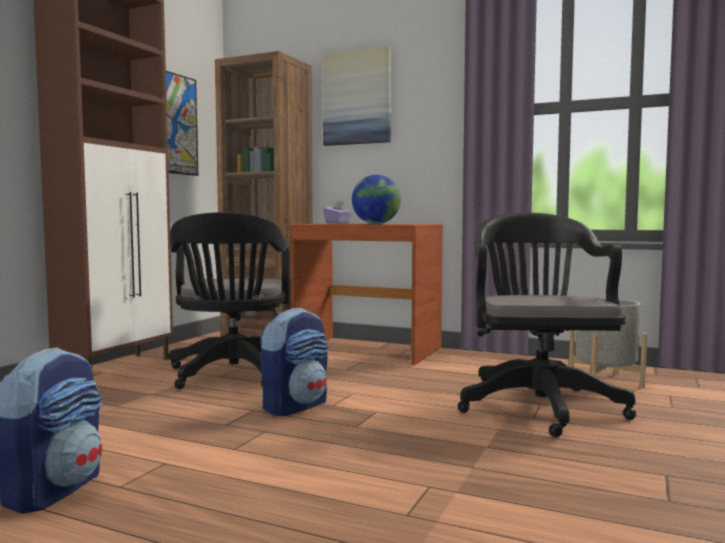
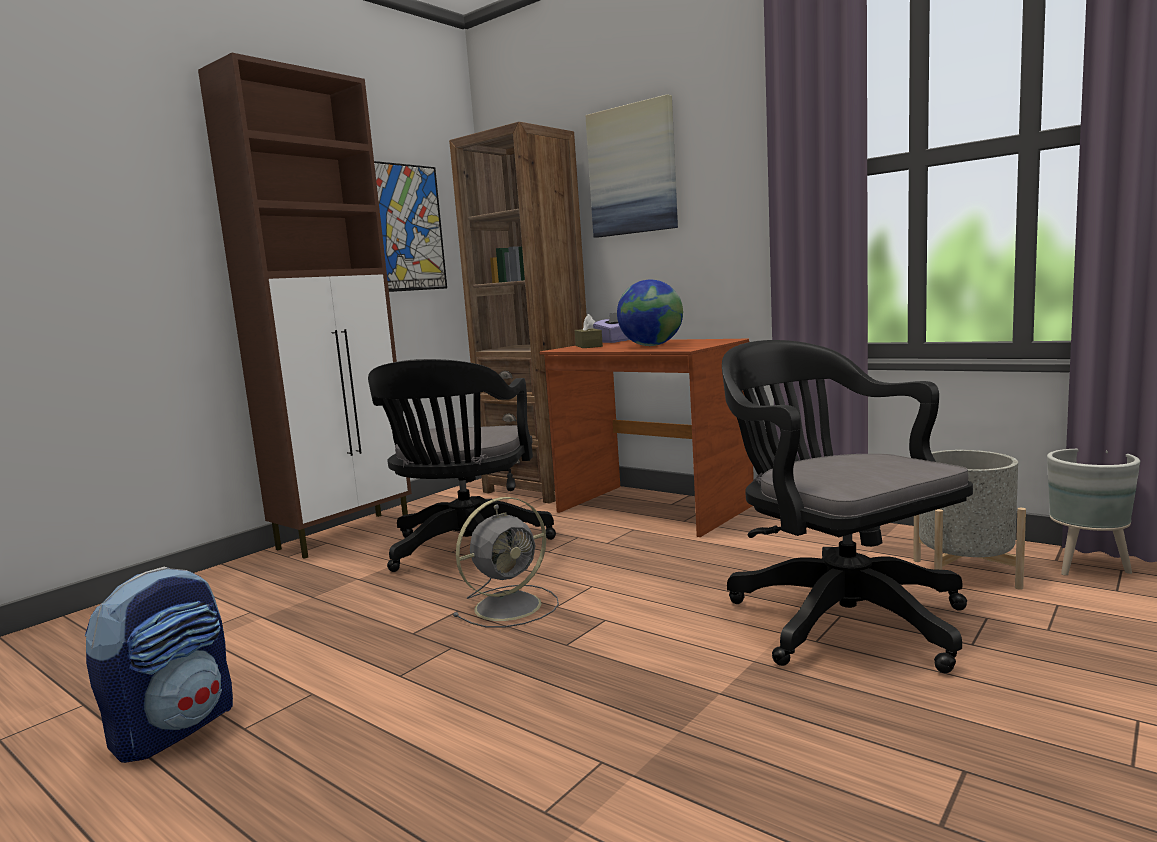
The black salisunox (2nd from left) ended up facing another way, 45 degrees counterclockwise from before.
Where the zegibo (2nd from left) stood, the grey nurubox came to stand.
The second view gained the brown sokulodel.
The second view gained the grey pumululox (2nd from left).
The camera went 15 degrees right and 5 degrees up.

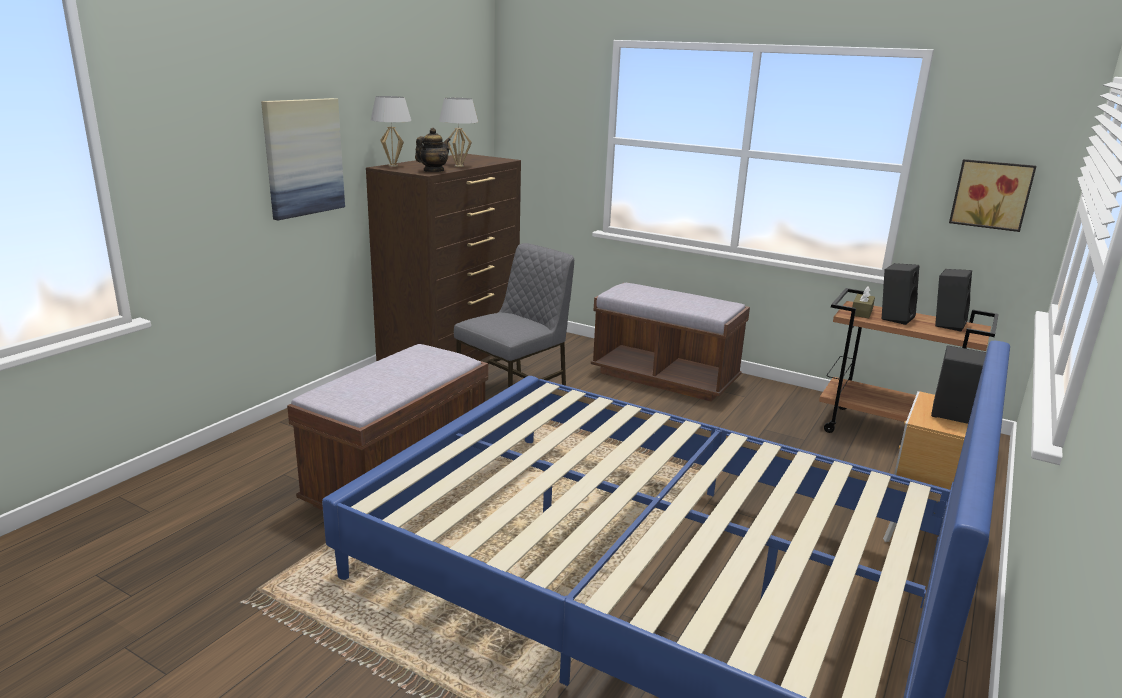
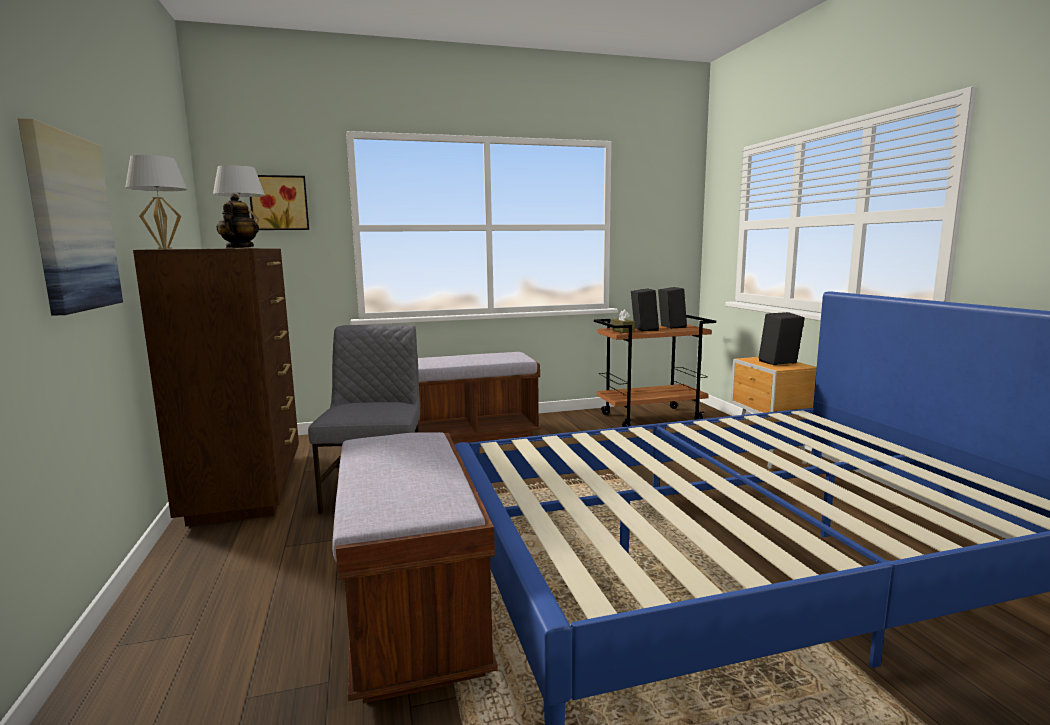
The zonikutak (2nd from left) ended up elsewhere.
The camera went 45 degrees left and 10 degrees down.

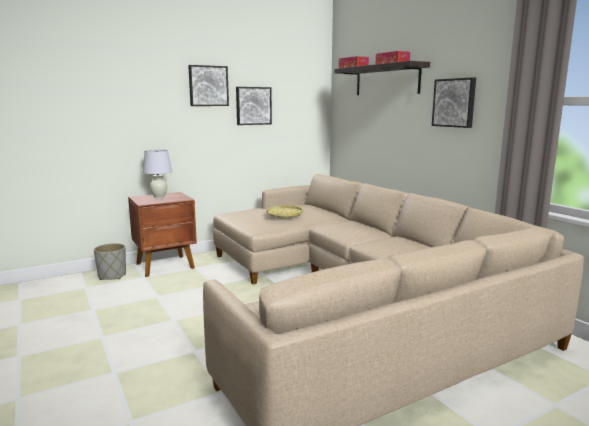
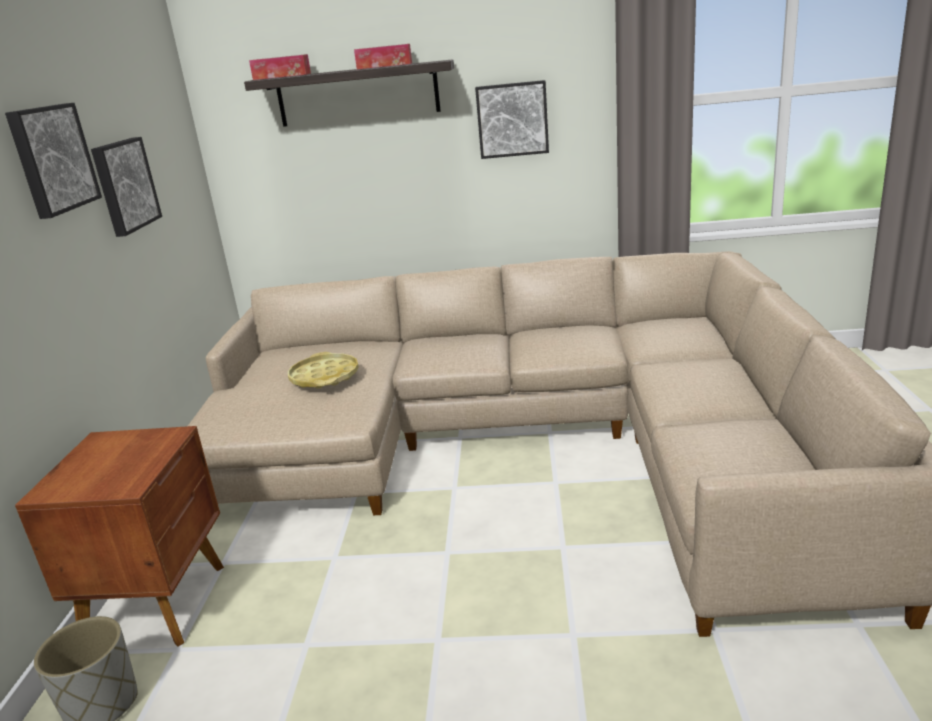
The second view lost the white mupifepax.
The camera went 55 degrees left and 10 degrees up.

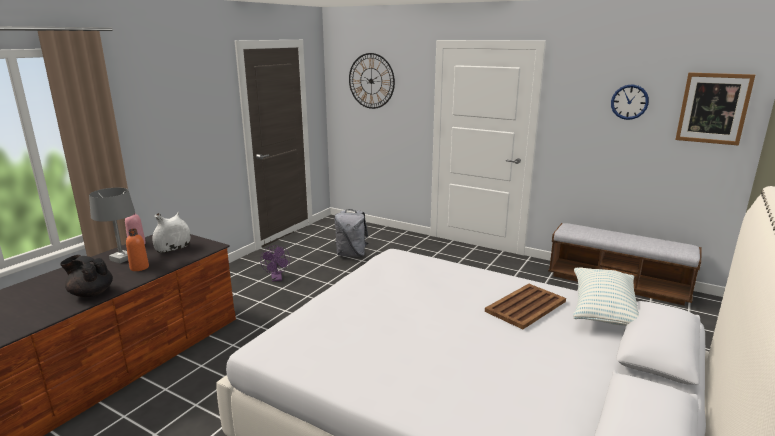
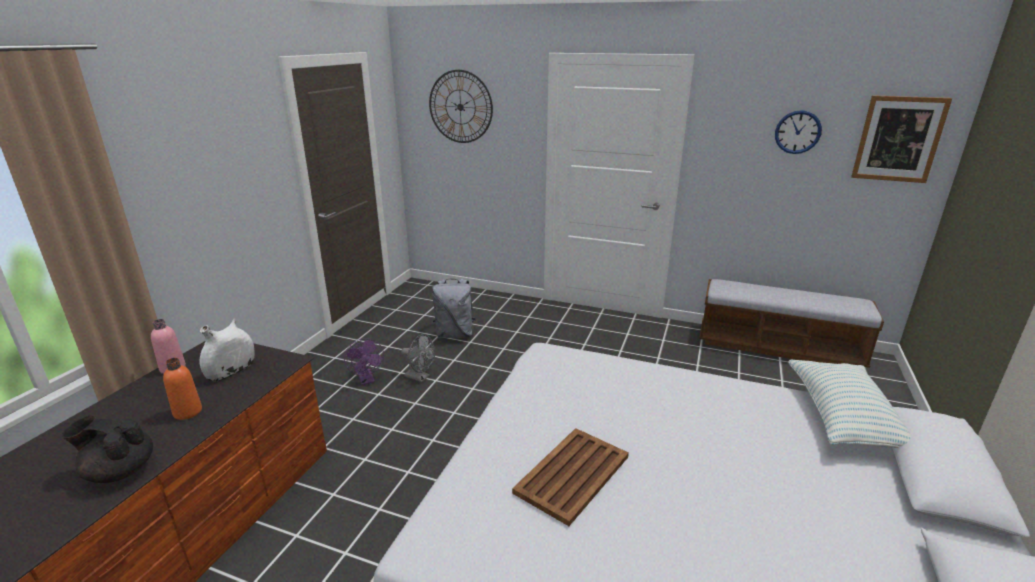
The second view lost the grey mupifepax.
The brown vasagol ended up elsewhere.
The second view gained the grey nurubox.
The camera went 10 degrees left and 5 degrees up.

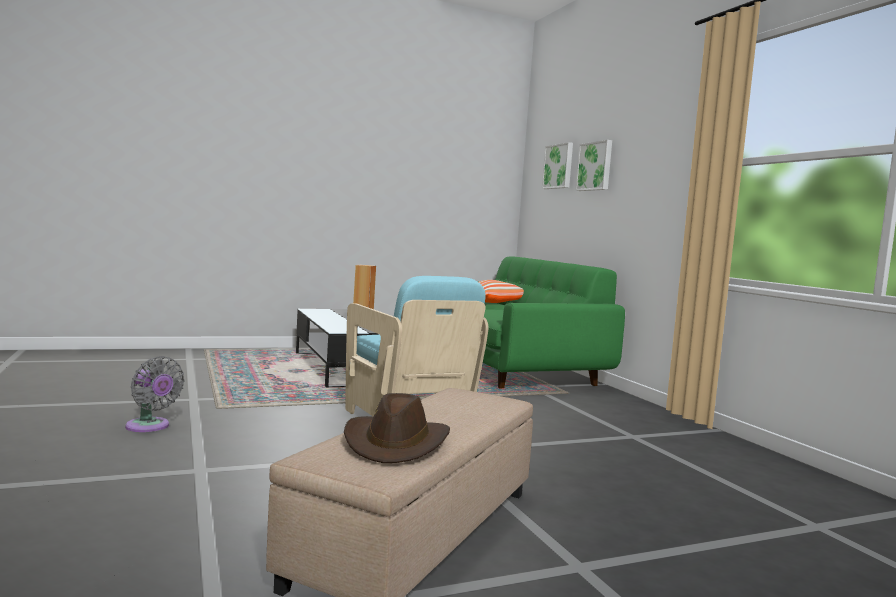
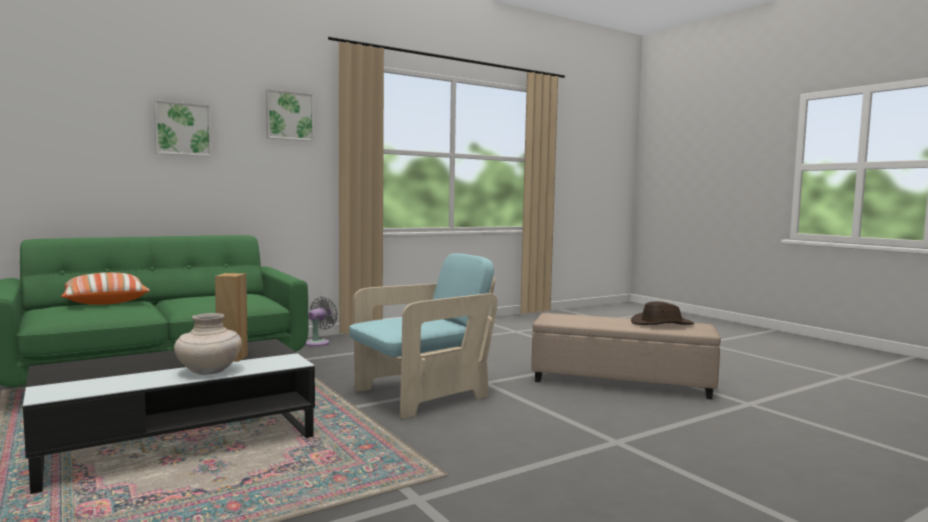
The zonikutak (1st from left in the first image) ended up elsewhere.
The grey nurubox ended up elsewhere.
The second view gained the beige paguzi.
The camera went 100 degrees left and 0 degrees up.

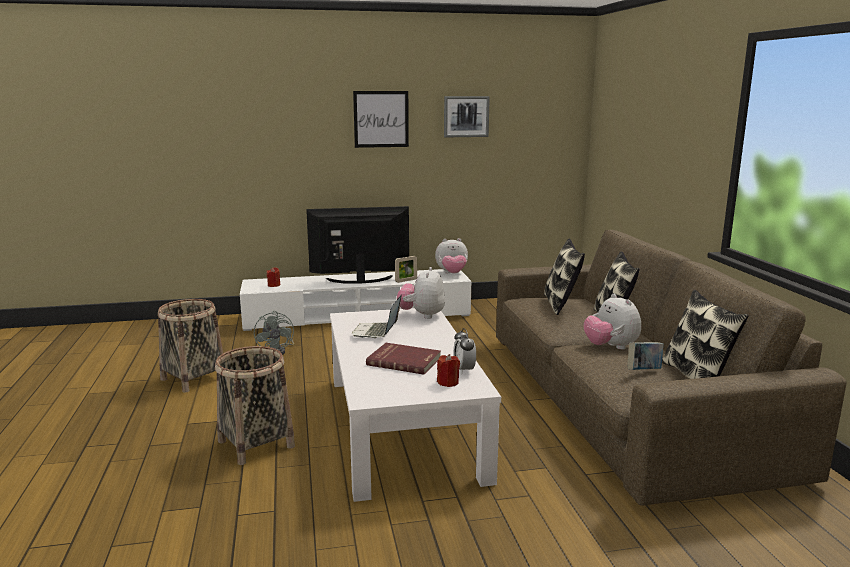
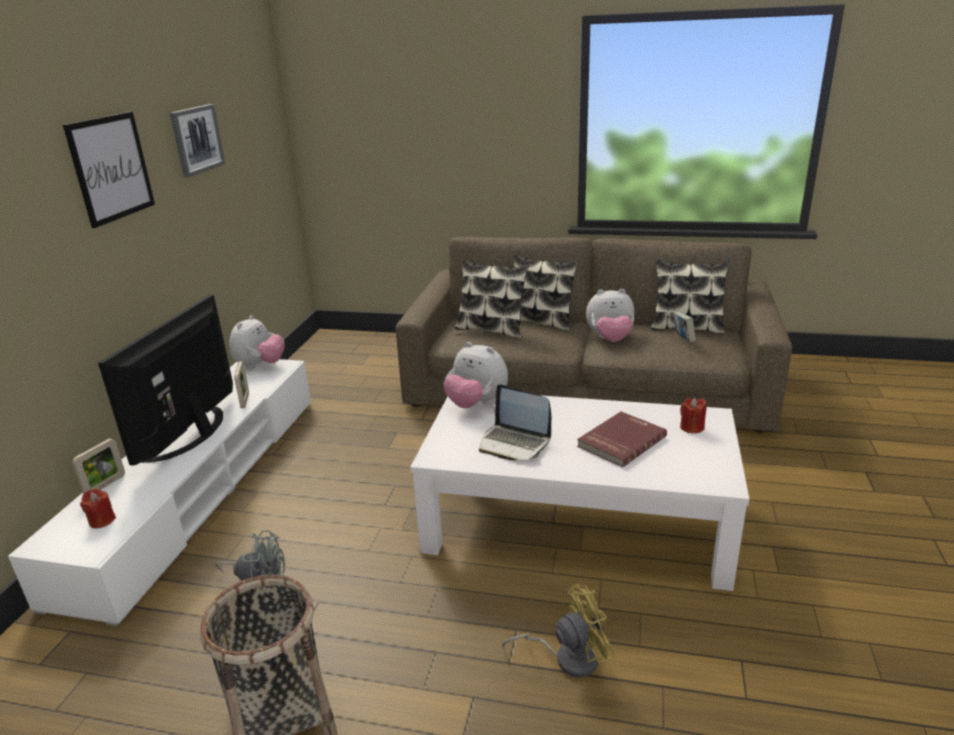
The second view lost the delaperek.
Where the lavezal (2nd from left) stood, the yellow nurubox came to stand.
The second view gained the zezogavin (1st from left).
The camera went 65 degrees left and 10 degrees up.

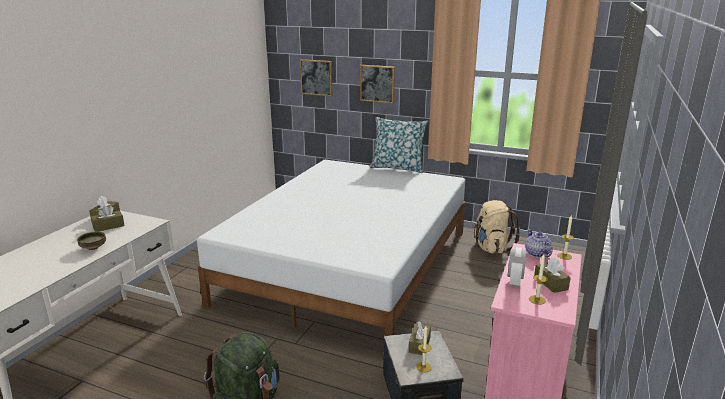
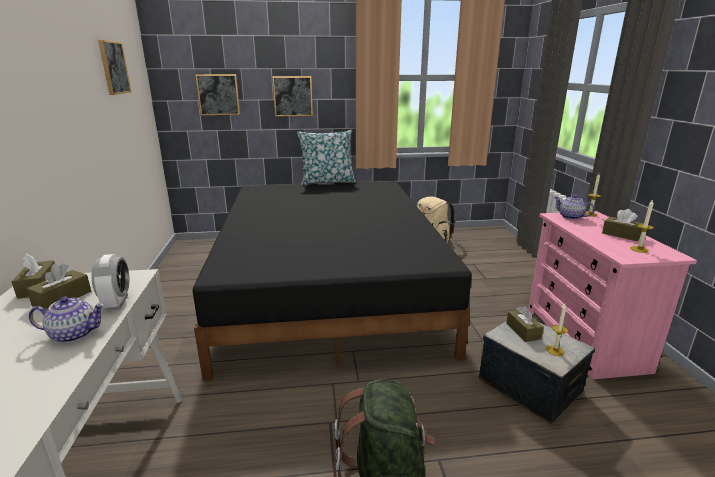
What was the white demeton turned into the black demeton.
Where the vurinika stood, the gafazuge (1st from left) came to stand.
The delaperek ended up elsewhere.
The second view gained the zonikutak (1st from left).
The camera went 30 degrees left and 0 degrees up.

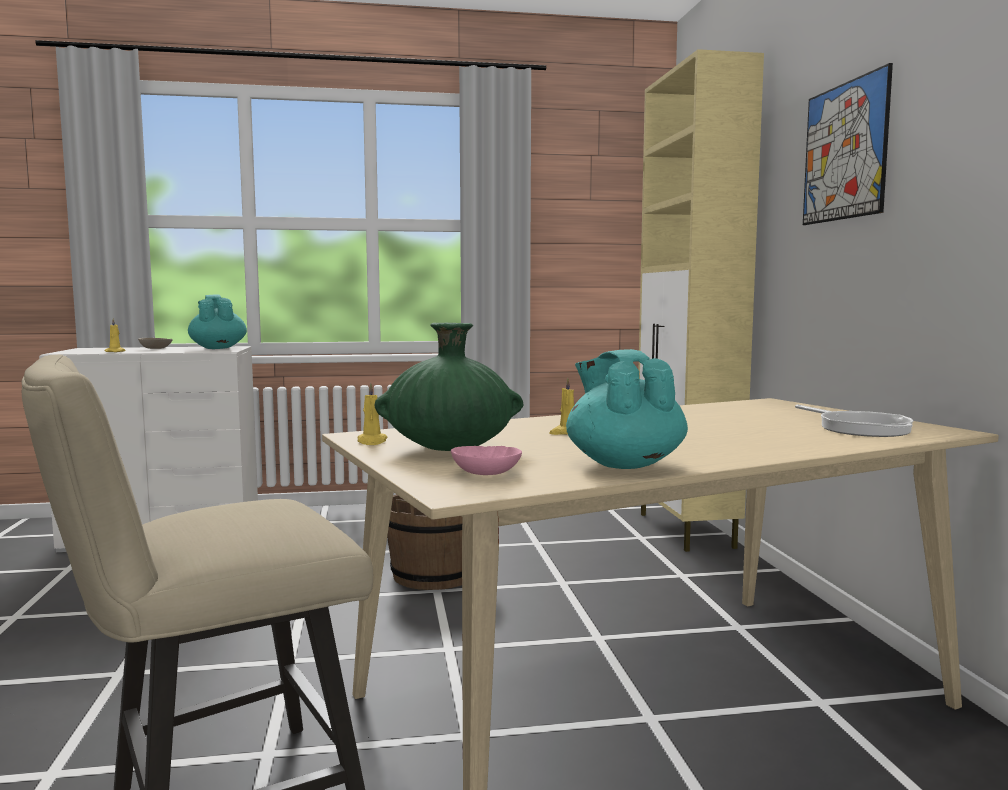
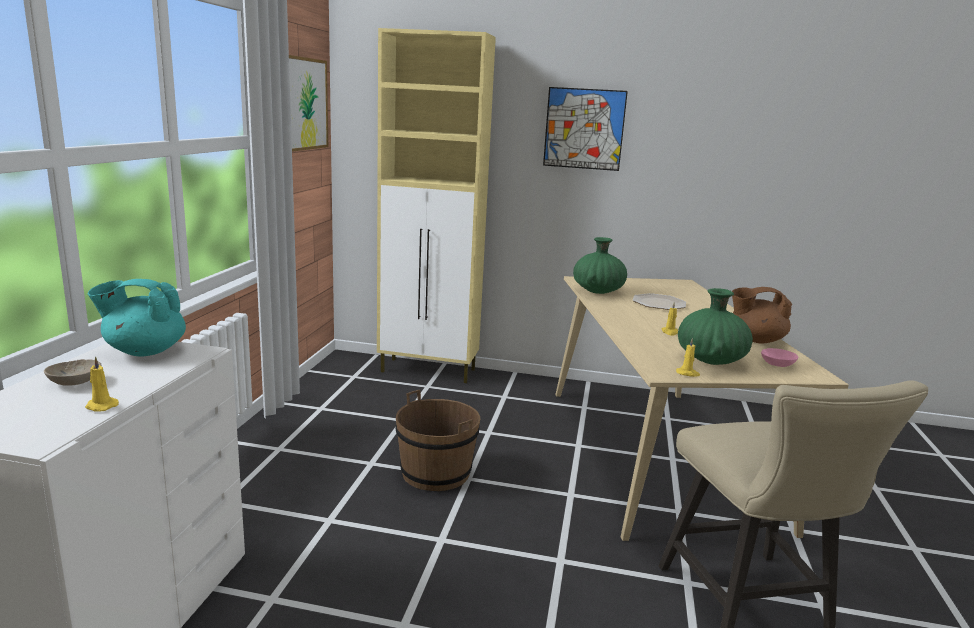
What was the turquoise gafazuge (2nd from left) turned into the brown gafazuge.
The second view lost the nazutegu.
The second view gained the zonikutak (1st from left).
The second view gained the green paguzi (1st from left).
The second view gained the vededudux.
The camera went 70 degrees left and 10 degrees up.

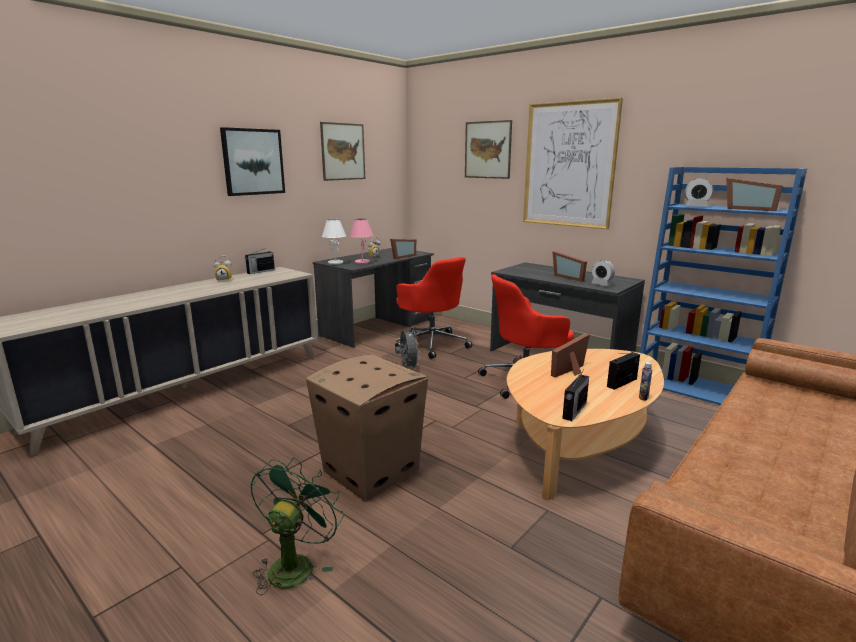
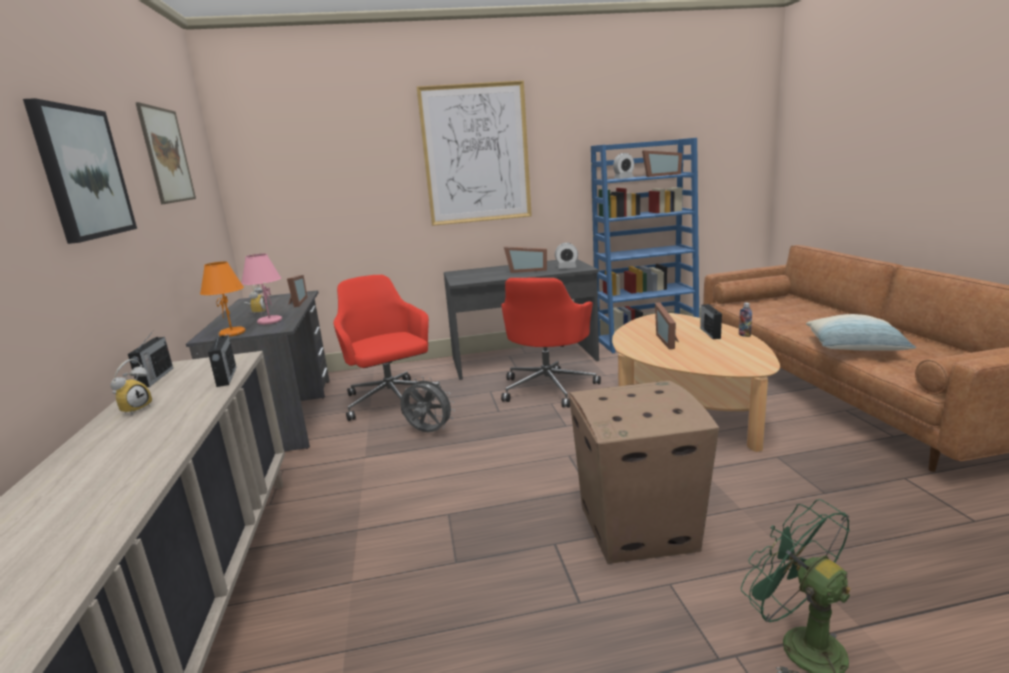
The second view lost the zonikutak (3rd from left).
What was the white mupifepax turned into the orange mupifepax.
The red salisunox (1st from left) ended up facing another way, 120 degrees counterclockwise from before.
The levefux (2nd from left) ended up elsewhere.
The second view gained the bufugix.
The camera went 50 degrees left and 0 degrees up.

